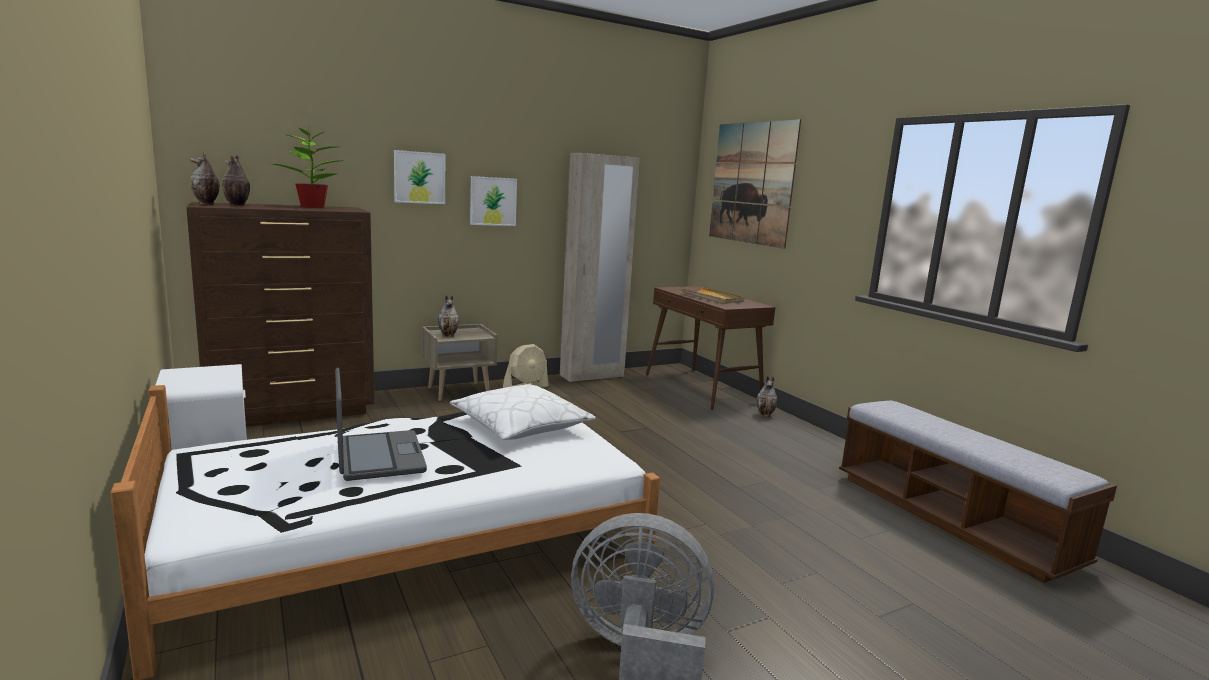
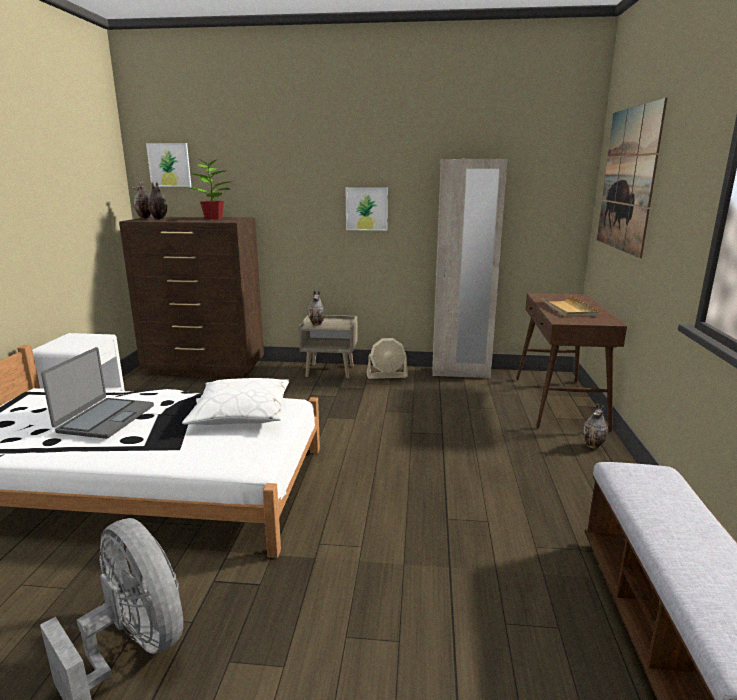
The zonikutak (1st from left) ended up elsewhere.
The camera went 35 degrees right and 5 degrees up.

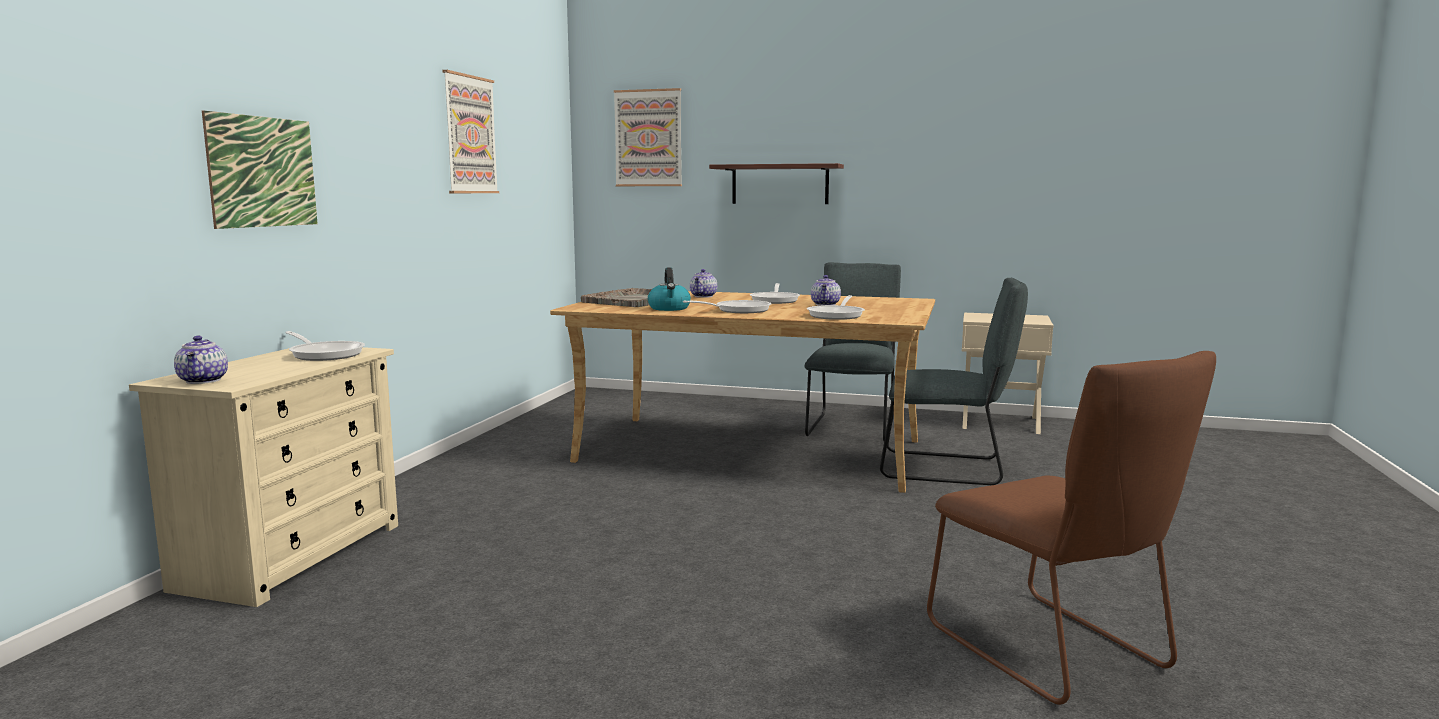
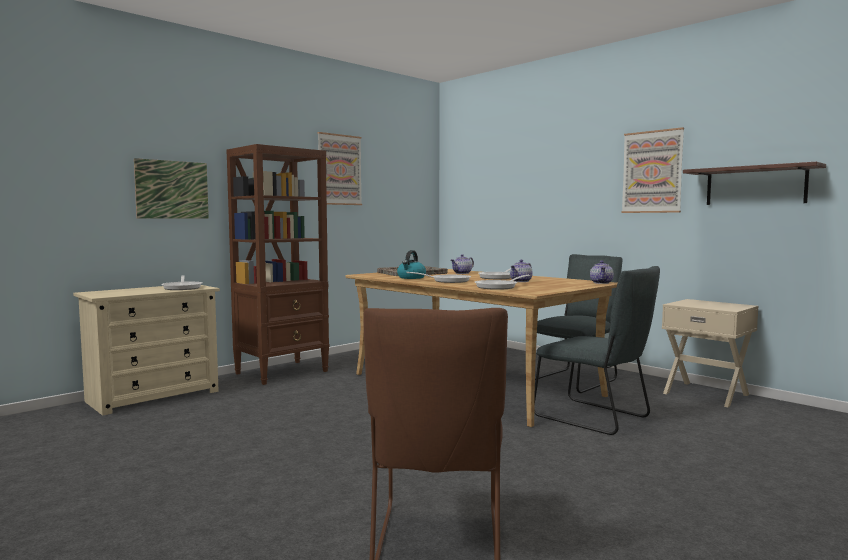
The zonikutak (3rd from left) ended up elsewhere.
The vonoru ended up elsewhere.
The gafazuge (1st from left in the first image) ended up elsewhere.
The second view gained the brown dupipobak.
The camera went 30 degrees right and 5 degrees down.

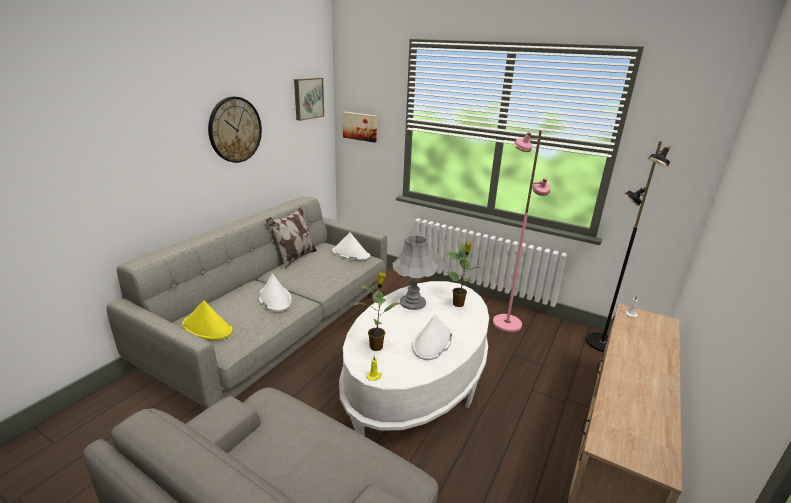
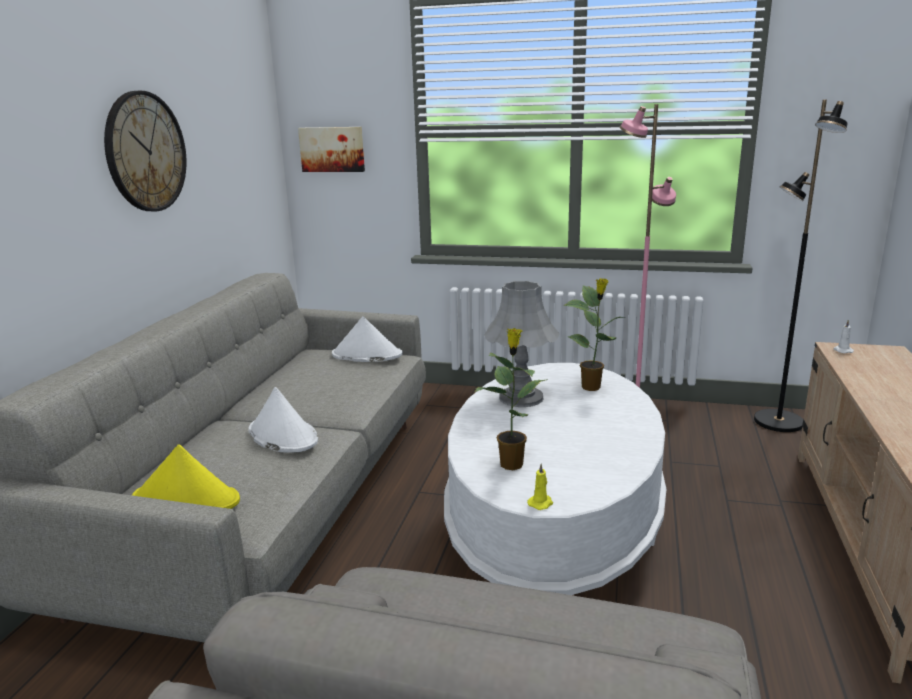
The second view lost the zonikutak (1st from left).
The second view lost the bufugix.
The second view lost the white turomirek (3rd from left).
The camera went 15 degrees left and 5 degrees down.

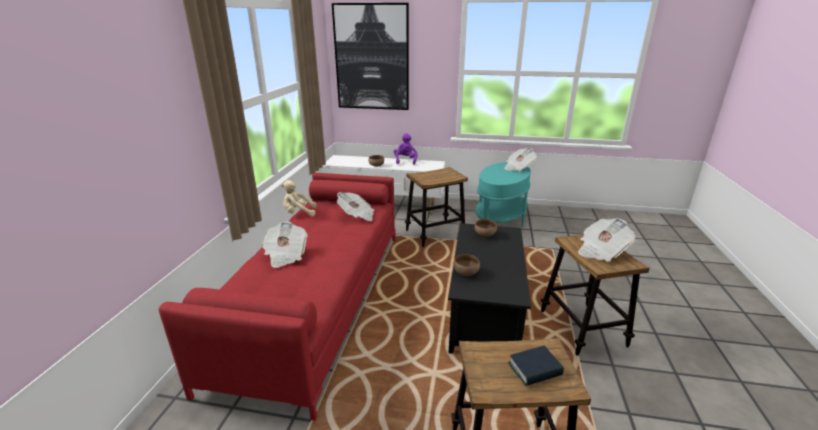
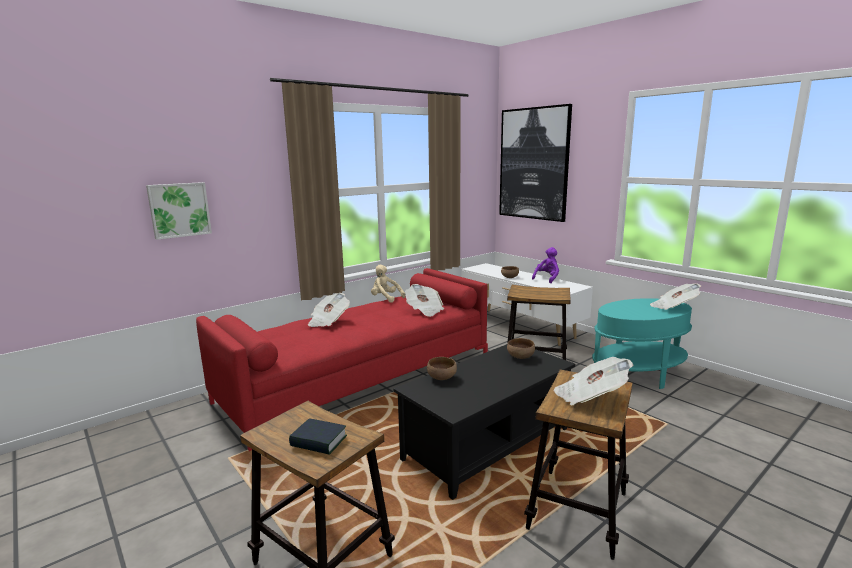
The second view gained the zonikutak (1st from left).
The camera went 40 degrees right and 10 degrees down.

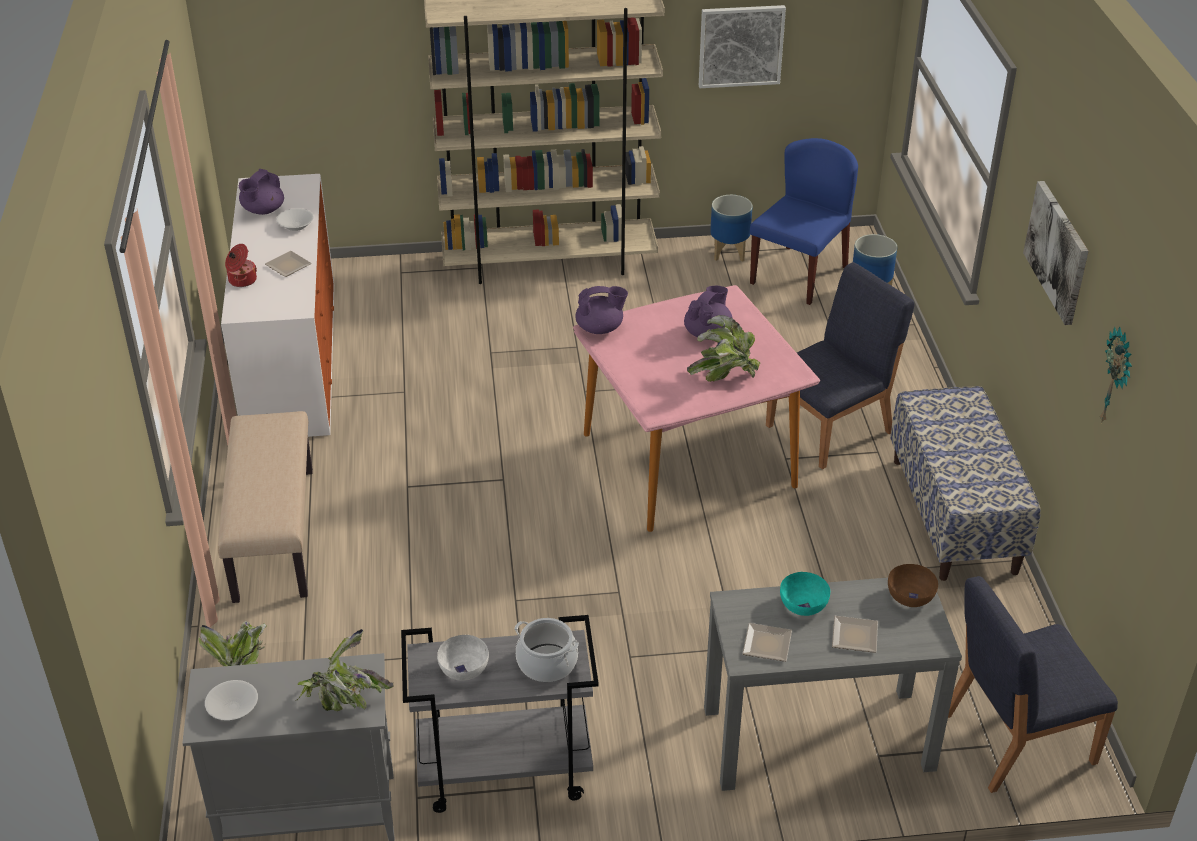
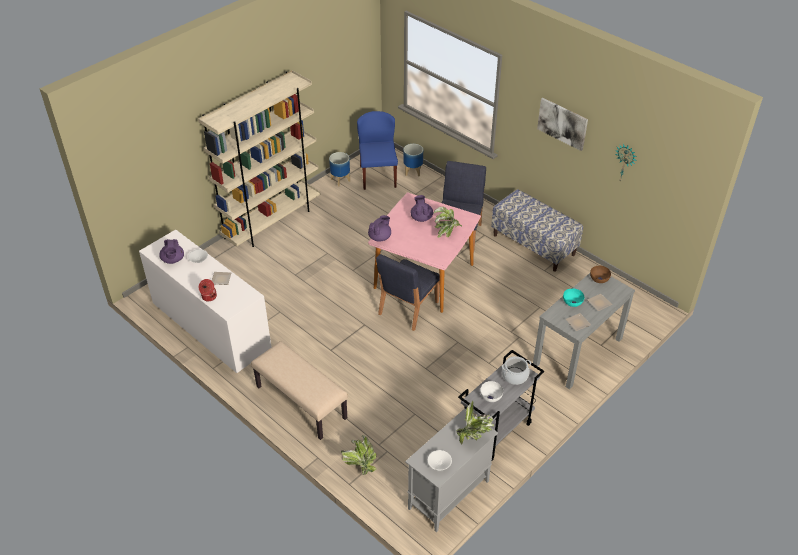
The second view lost the zonikutak (1st from left).
The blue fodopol (3rd from left in the first image) ended up elsewhere.
The camera went 40 degrees left and 5 degrees up.

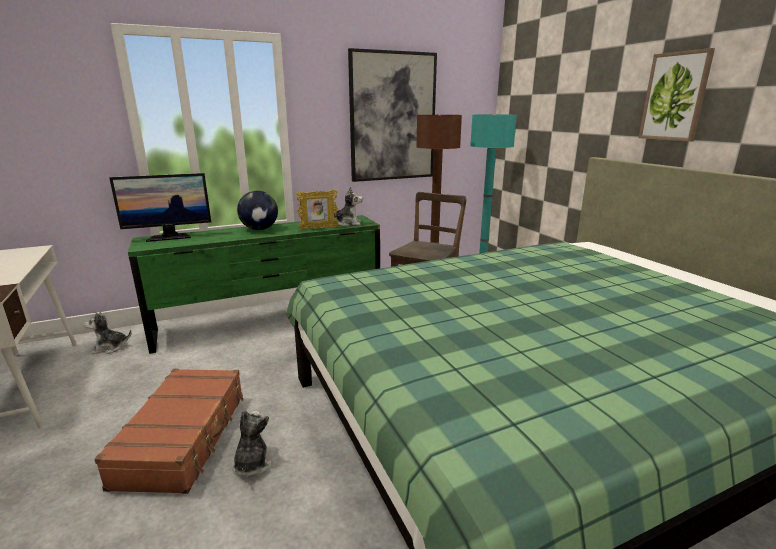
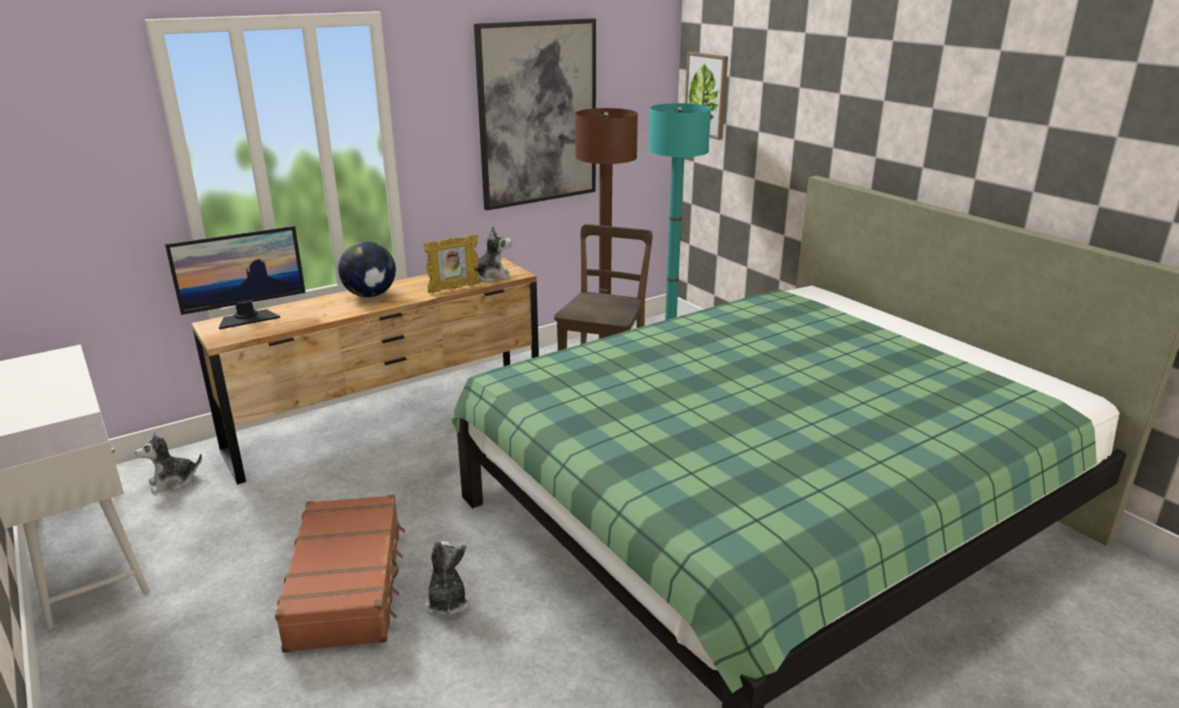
The zonikutak (2nd from left) ended up elsewhere.
What was the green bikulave turned into the brown bikulave.
The camera went 10 degrees left and 5 degrees up.

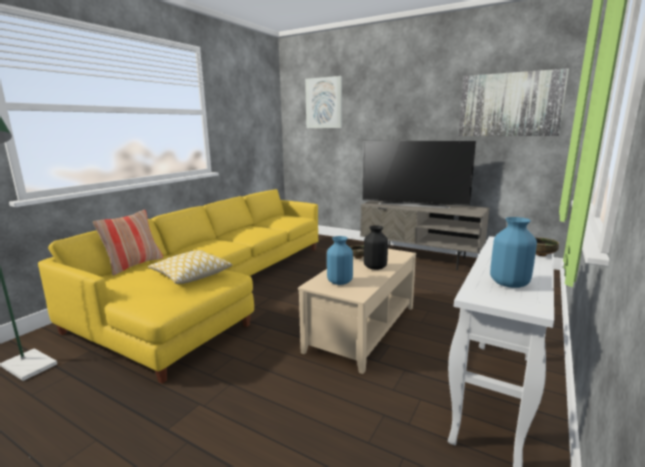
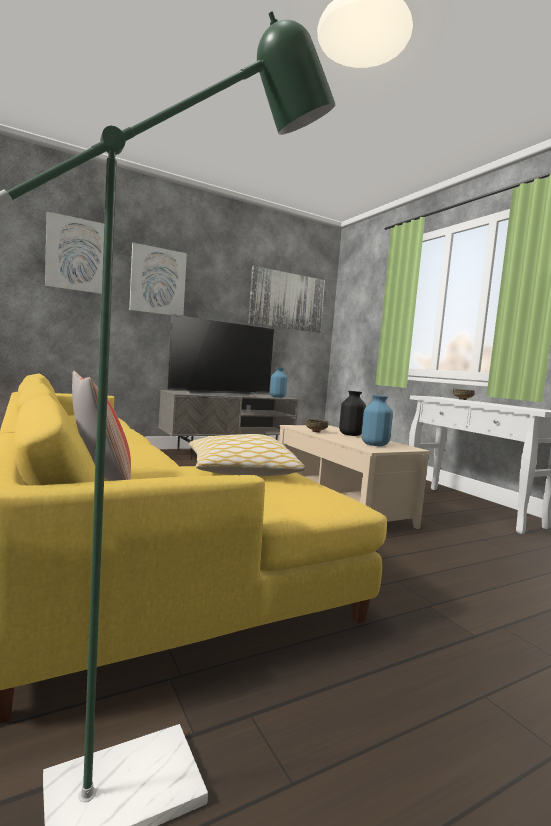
The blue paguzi (2nd from left in the first image) ended up elsewhere.
The second view gained the zonikutak (2nd from left).
The camera went 60 degrees left and 10 degrees down.

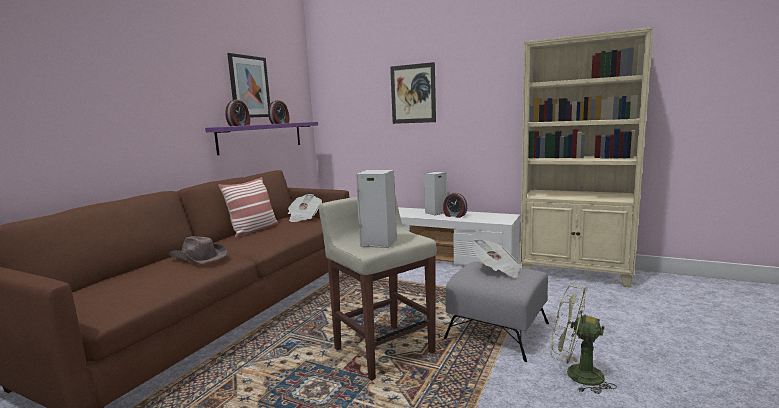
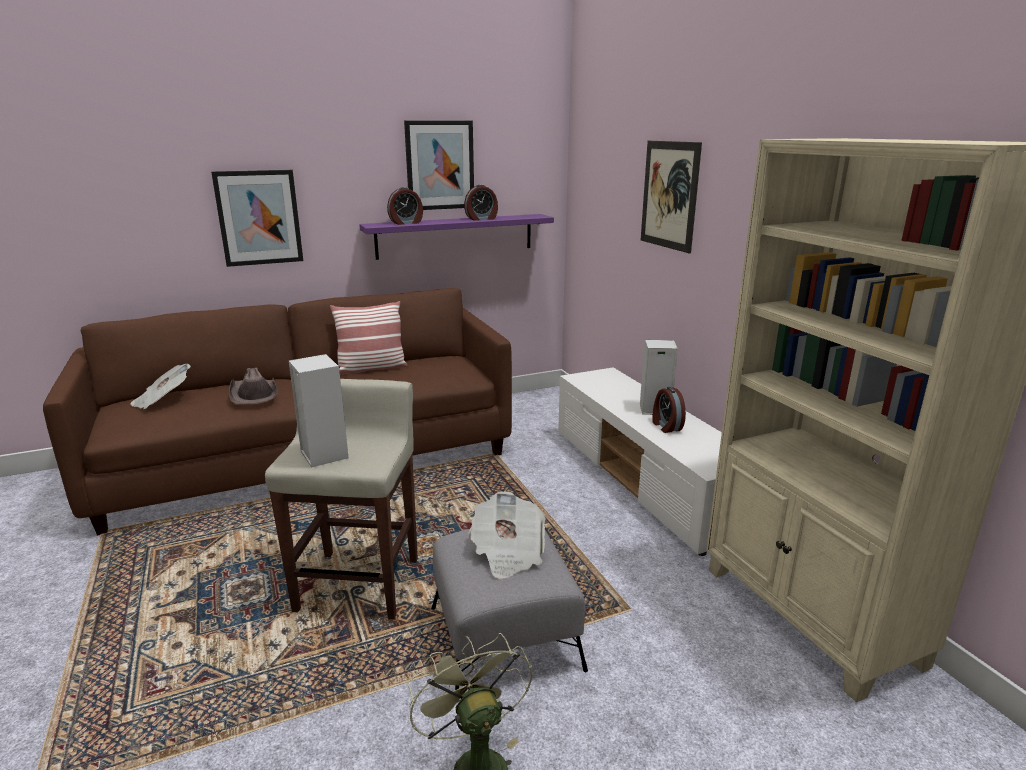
The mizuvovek (1st from left) ended up elsewhere.
The second view gained the zonikutak (1st from left).
The camera went 40 degrees right and 10 degrees up.

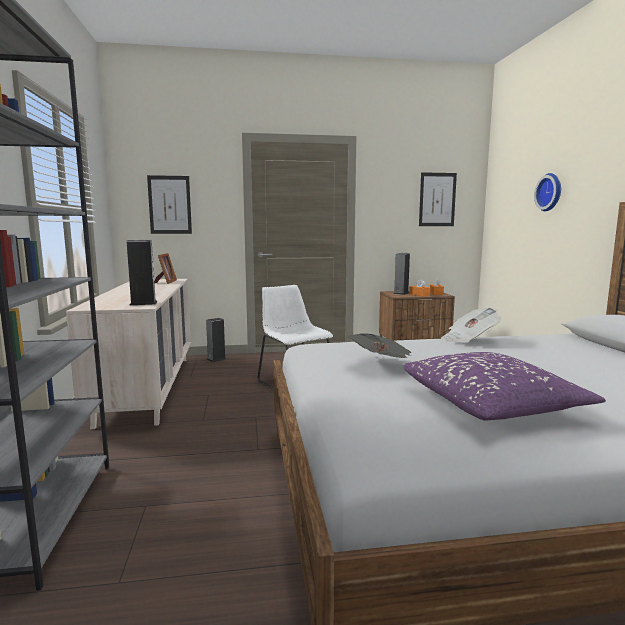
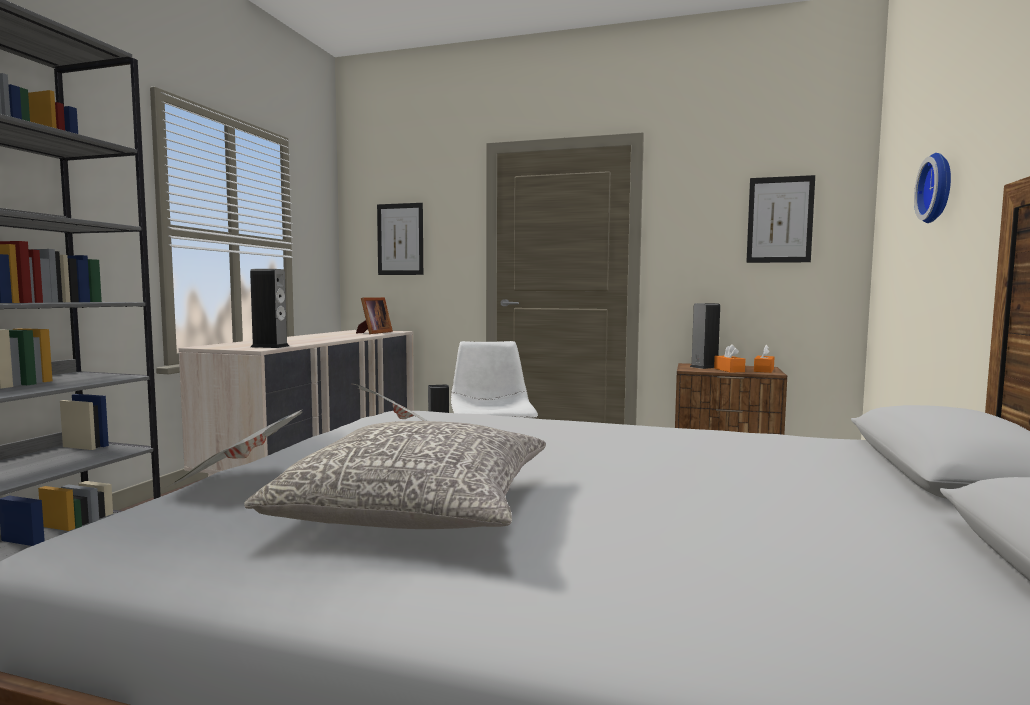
The mizuvovek (2nd from left in the first image) ended up elsewhere.
What was the purple bufugix turned into the grey bufugix.
The camera went 25 degrees right and 5 degrees down.

